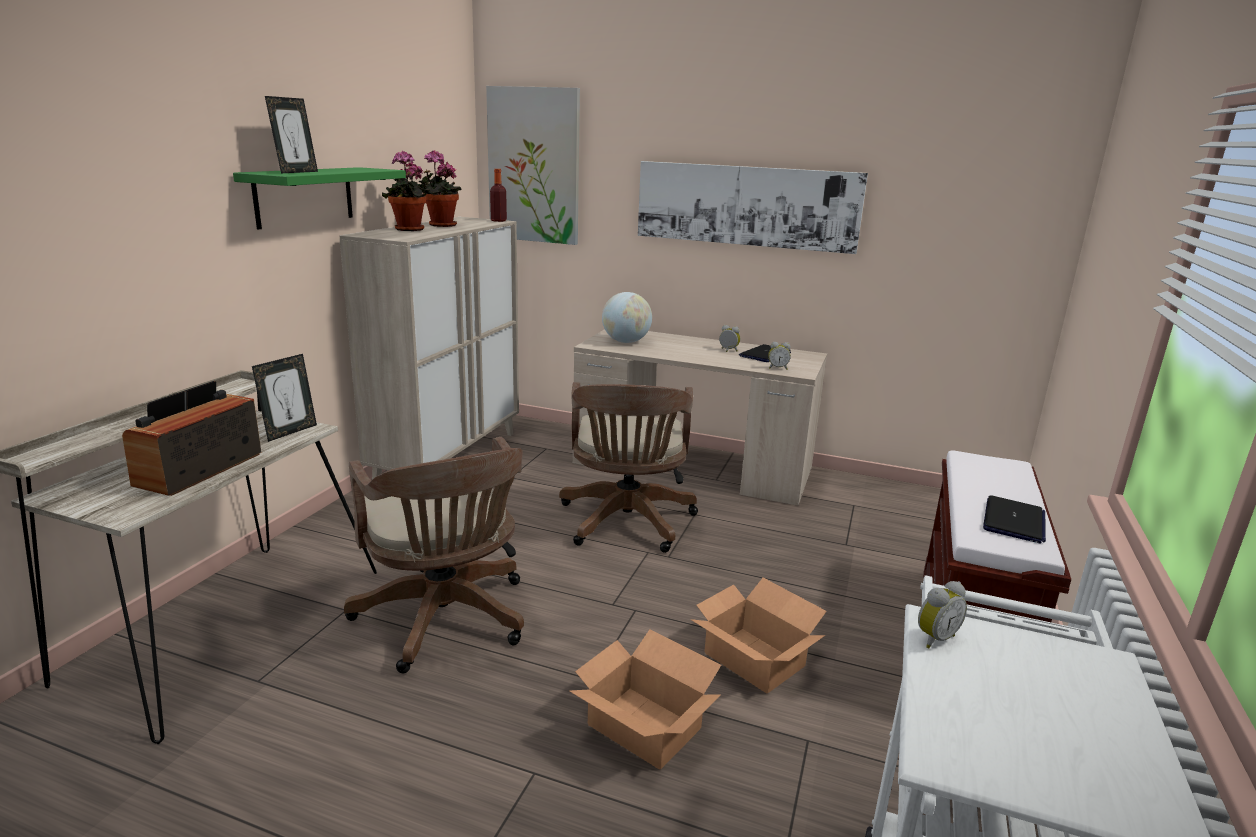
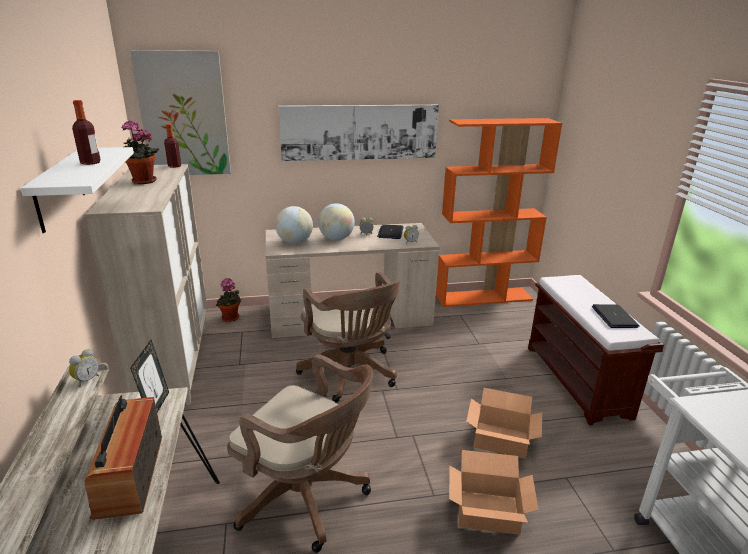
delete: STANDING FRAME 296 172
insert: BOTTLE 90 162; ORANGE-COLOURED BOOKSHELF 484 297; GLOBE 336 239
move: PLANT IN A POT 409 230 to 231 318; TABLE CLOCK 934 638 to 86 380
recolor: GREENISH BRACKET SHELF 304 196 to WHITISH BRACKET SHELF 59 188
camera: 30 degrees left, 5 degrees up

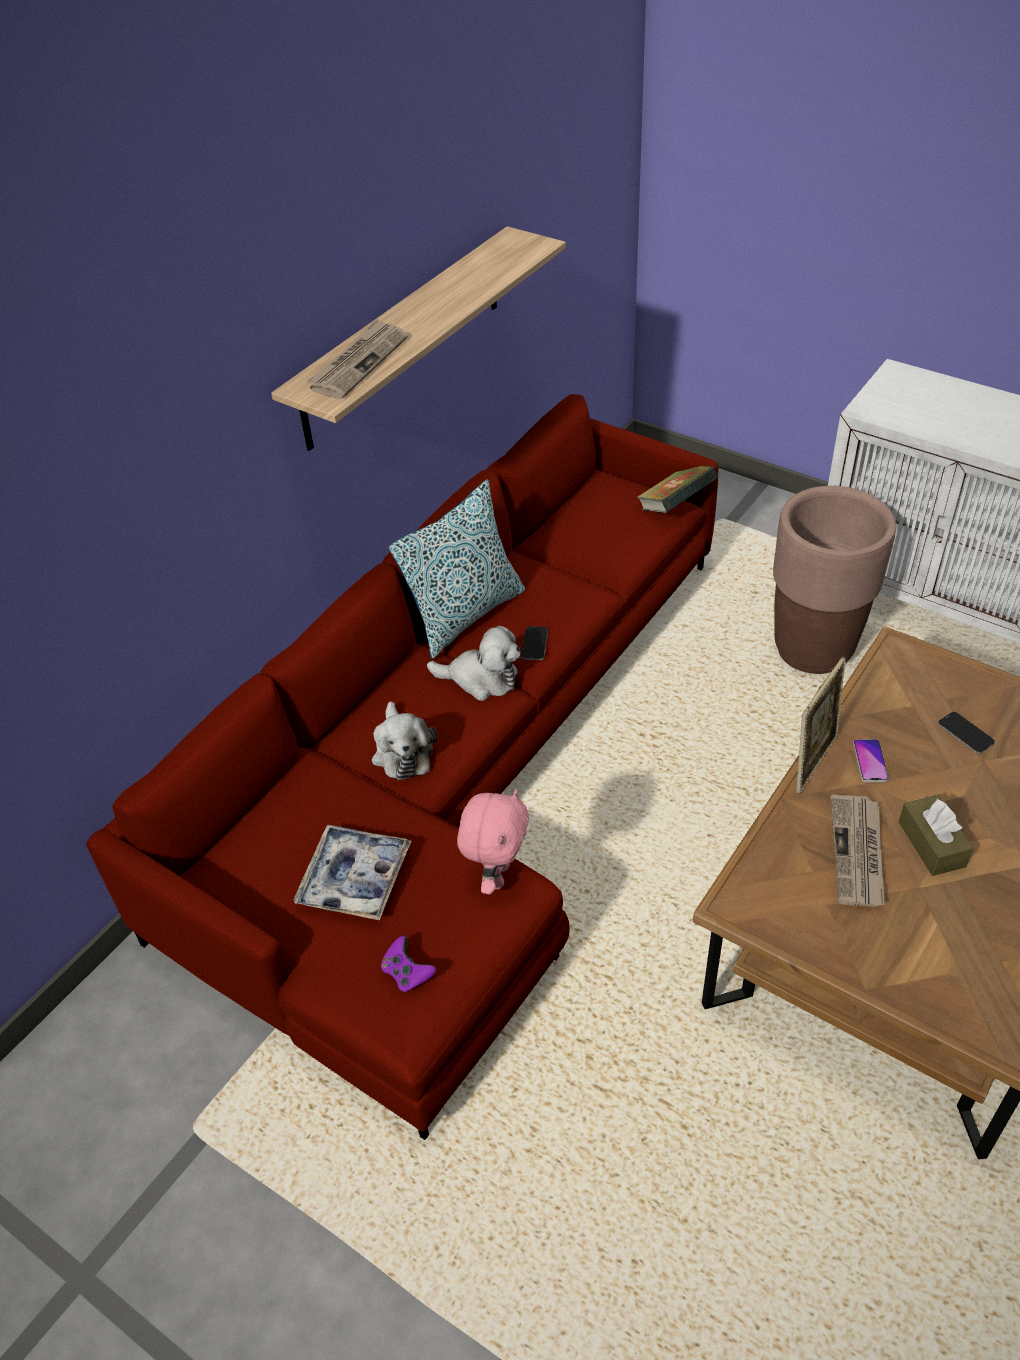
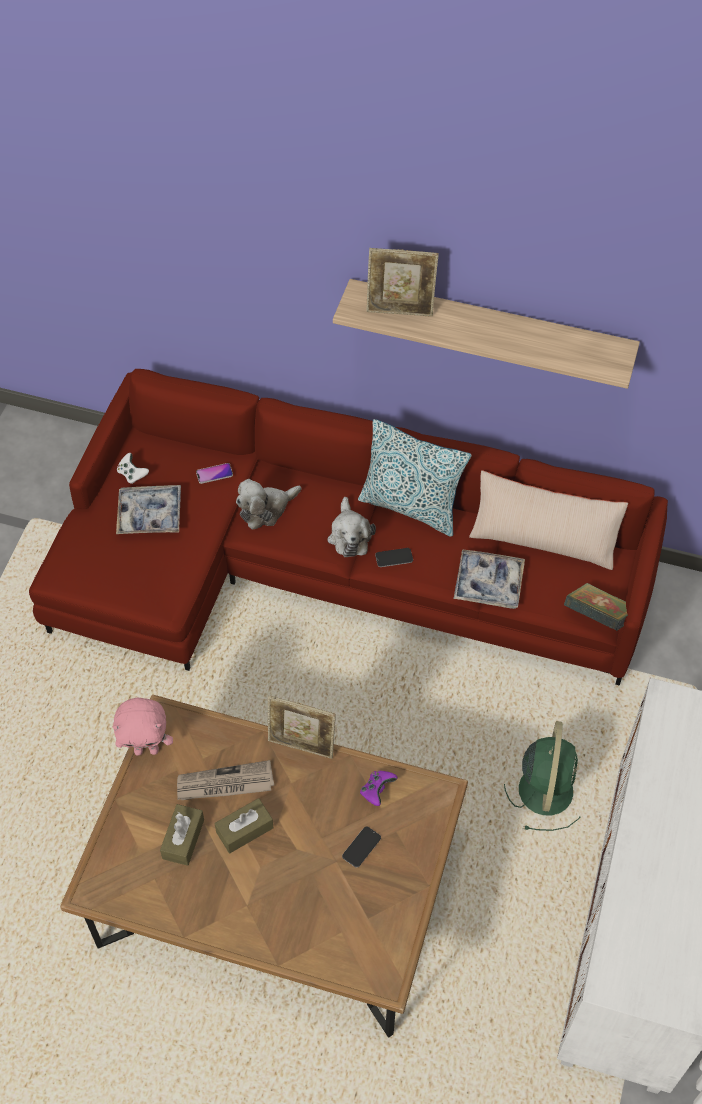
insert: WHITISH GAME CONTROLLER 132 474; BEIGE-COLOURED PILLOW 543 539; TRAY 488 583; BROWN BOX OF TISSUES 183 839
move: PHONE 870 761 to 214 474; PINK CUDDLY TOY 496 875 to 147 749; PURPLE-COLOURED GAME CONTROLLER 407 973 to 377 790
replace: PRINTED PAPER 358 362 to STANDING FRAME 400 311; BROWN FLOWER POT 812 650 to GREENISH COOLING FAN 546 788
camera: 70 degrees right, 10 degrees up

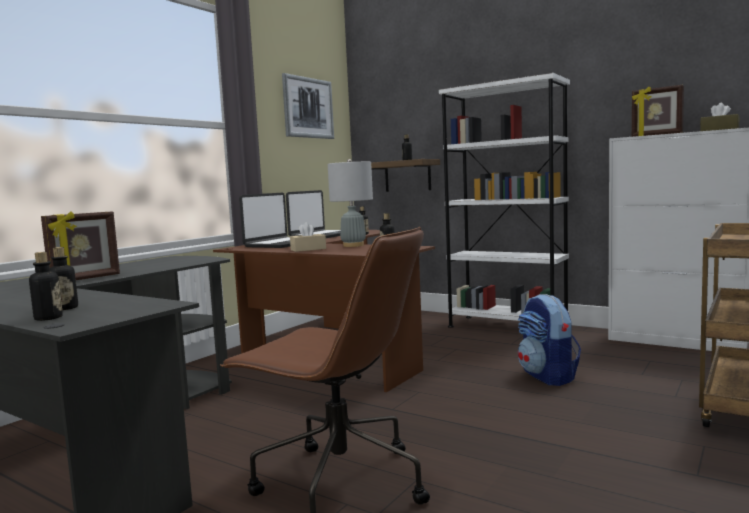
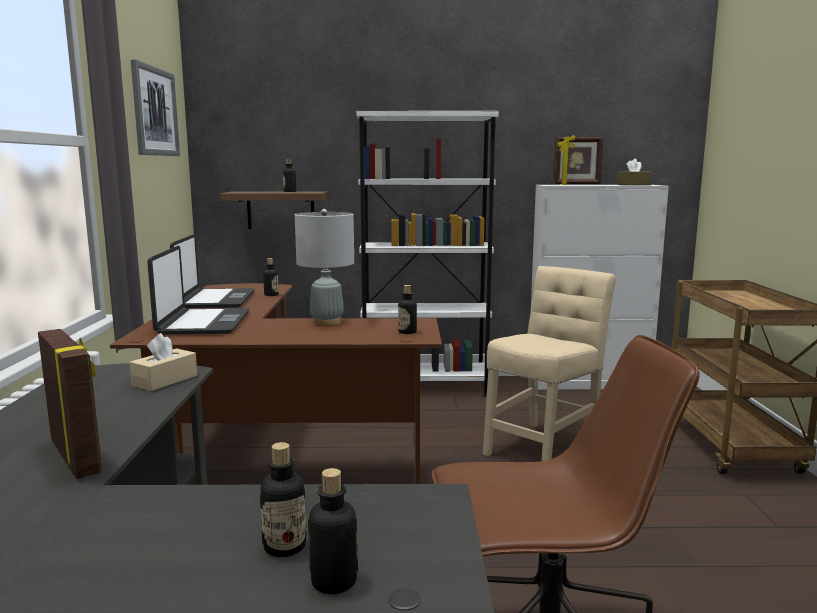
move: BEIGE-COLOURED BOX OF TISSUES 308 249 to 165 380
replace: RUCKSACK 547 377 to BEIGE-COLOURED CHAIR 544 446
rotate: STANDING FRAME 86 279 = 77 456 45 degrees counterclockwise
camera: 35 degrees left, 5 degrees up

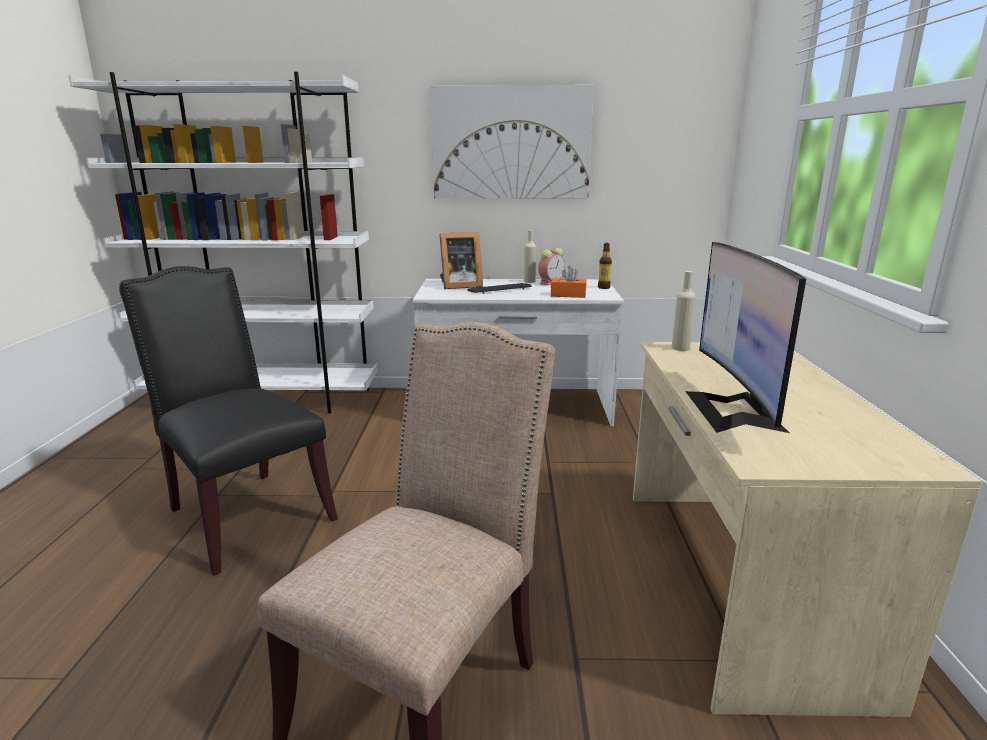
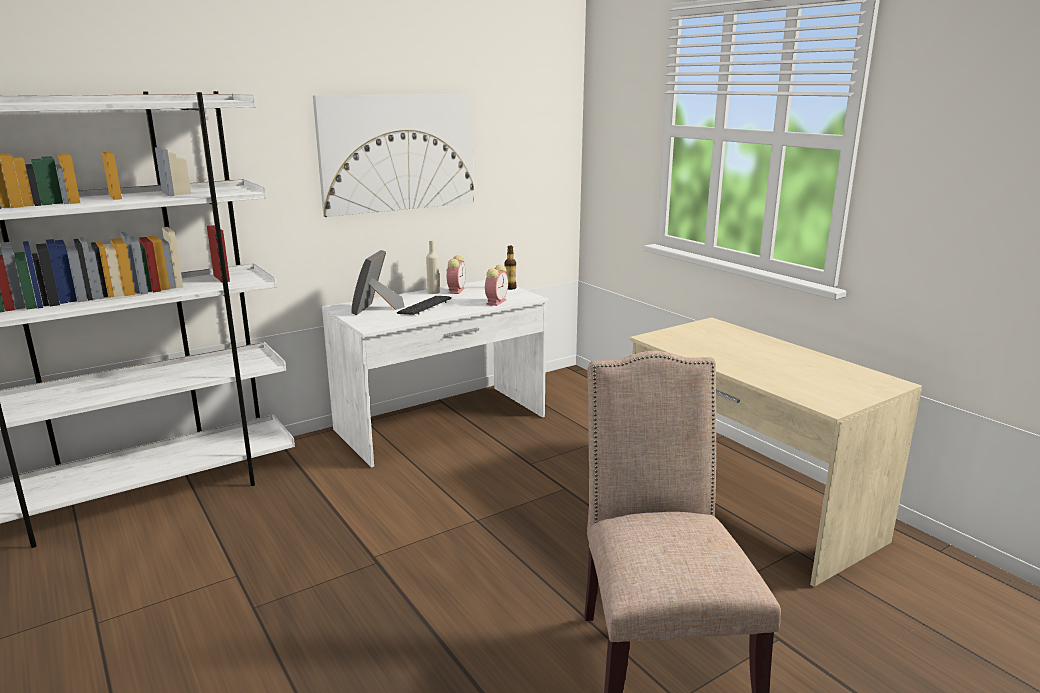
delete: COMPUTER DISPLAY 733 410; BLACK CHAIR 244 513; BEIGE-COLOURED BOTTLE 680 348
replace: ORANGE-COLOURED BOX OF TISSUES 568 295 to TABLE CLOCK 496 302
rotate: STANDING FRAME 459 286 = 376 309 150 degrees clockwise
camera: 35 degrees left, 0 degrees up

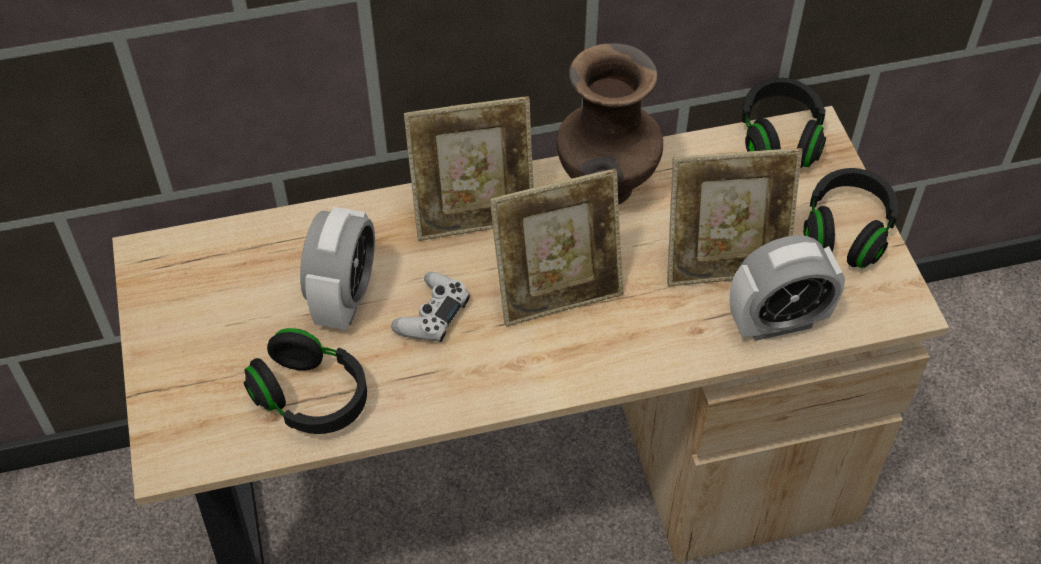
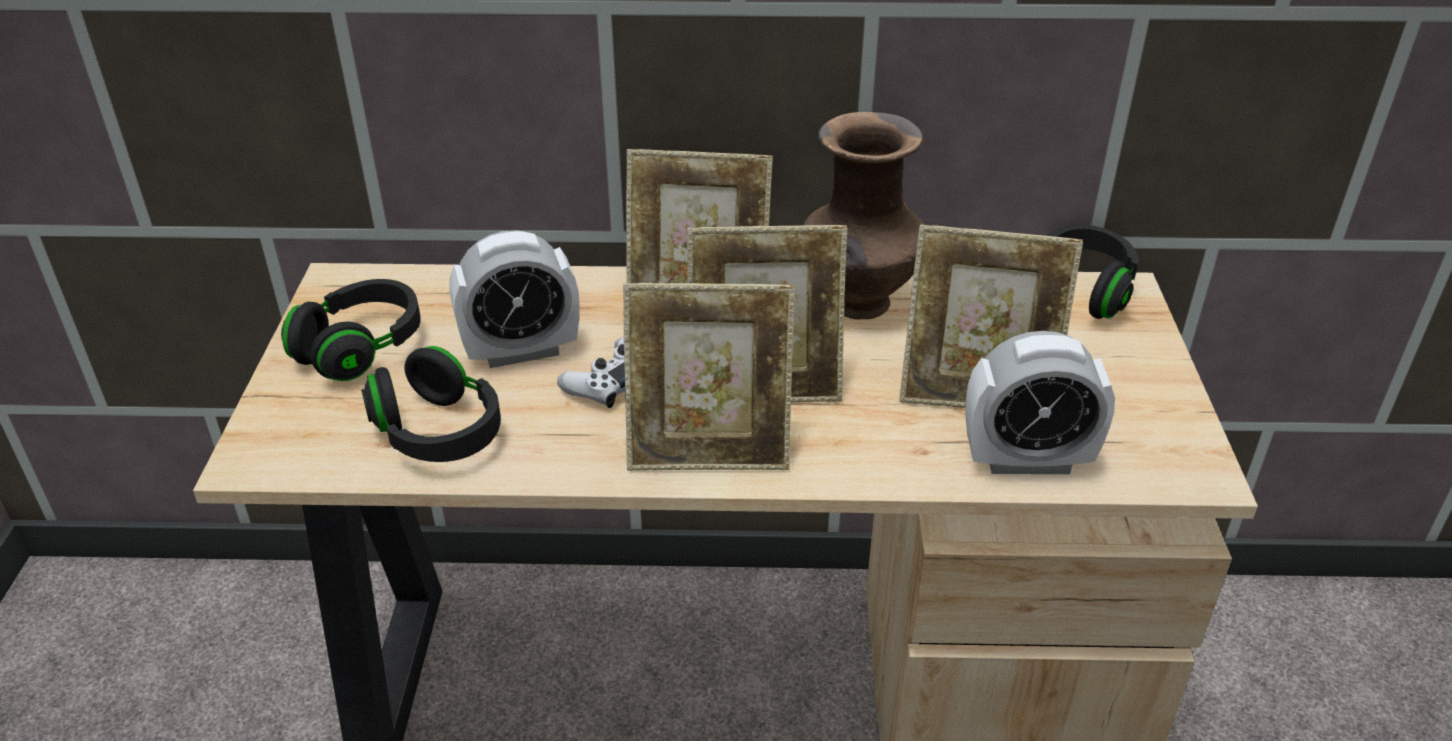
insert: STANDING FRAME 709 450
move: BLACK HEADSET 846 232 to 361 349
rotate: TABLE CLOCK 344 298 = 521 351 45 degrees clockwise
camera: 15 degrees right, 15 degrees down

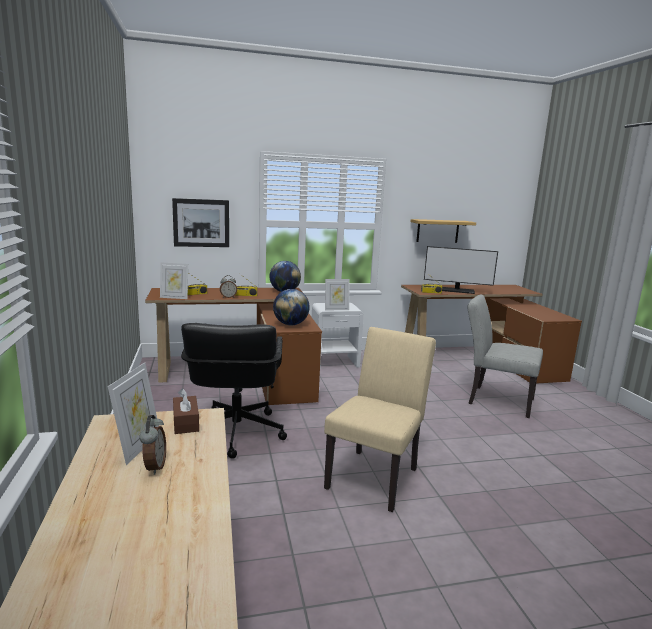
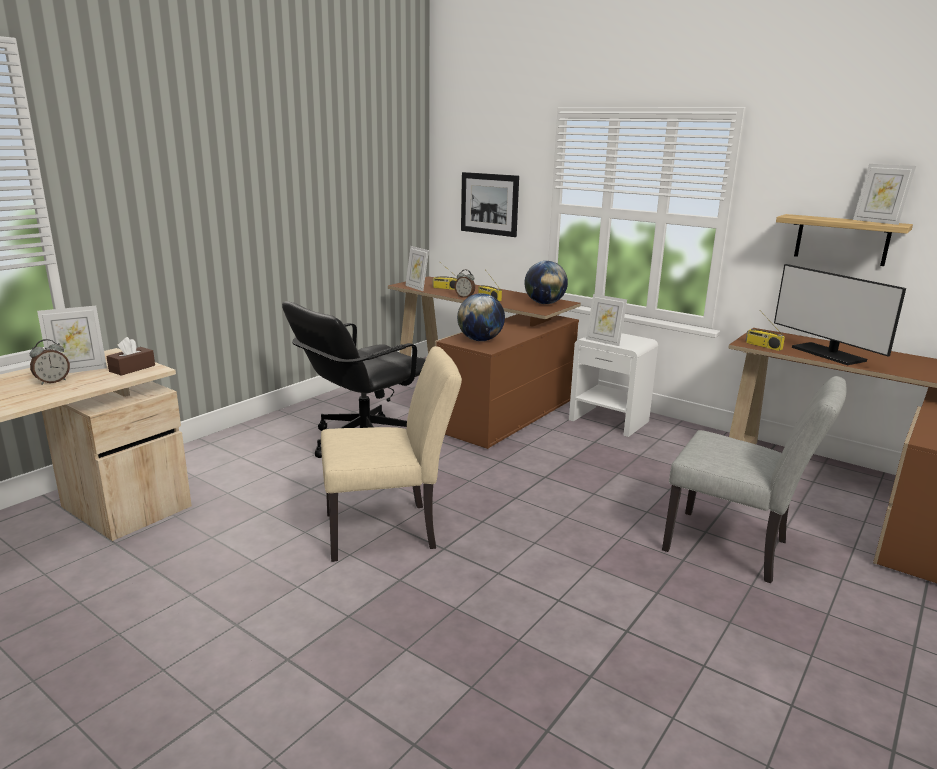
insert: STANDING FRAME 877 222
rotate: GRAY CHAIR 495 400 = 736 549 135 degrees clockwise
camera: 50 degrees right, 5 degrees up

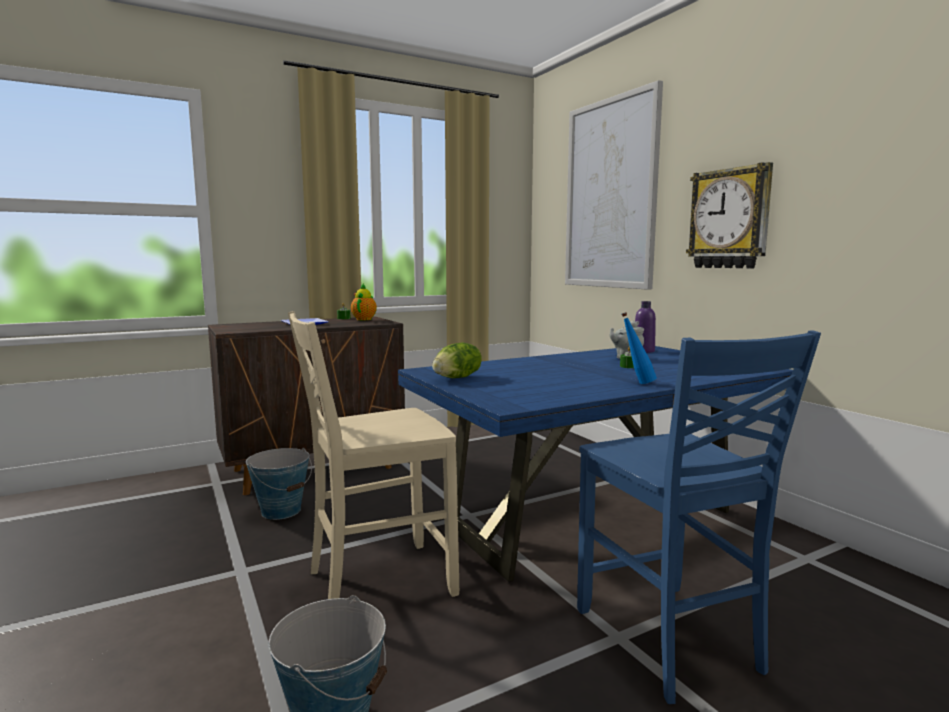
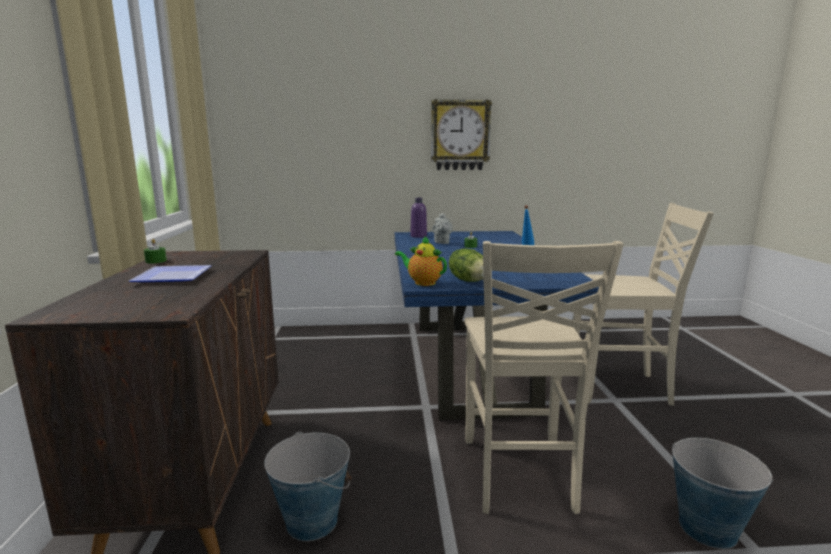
delete: WALL PICTURE 610 194
move: TEAPOT 364 319 to 422 282
recolor: BLUE-COLOURED CHAIR 669 641 to BEIGE-COLOURED CHAIR 620 388
camera: 65 degrees left, 5 degrees up

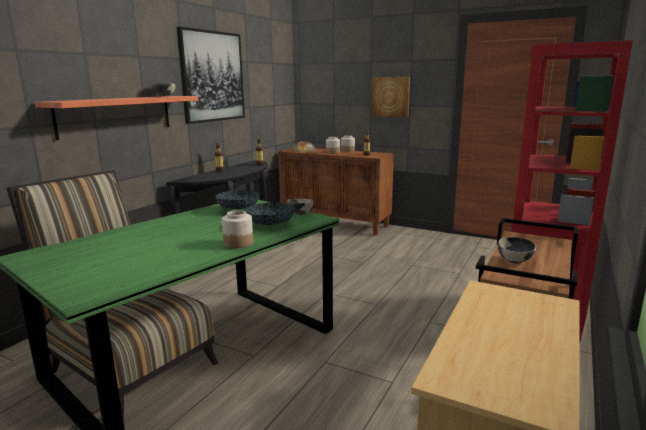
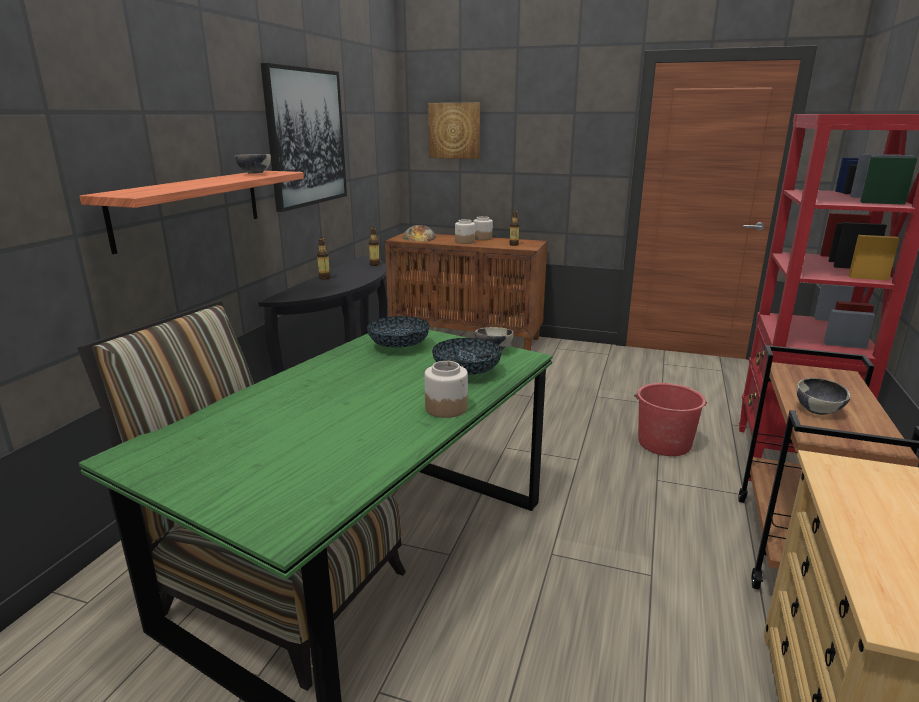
insert: RED WATER BUCKET 664 443
move: WALL PICTURE 390 97 to 454 130
camera: 10 degrees left, 5 degrees up

